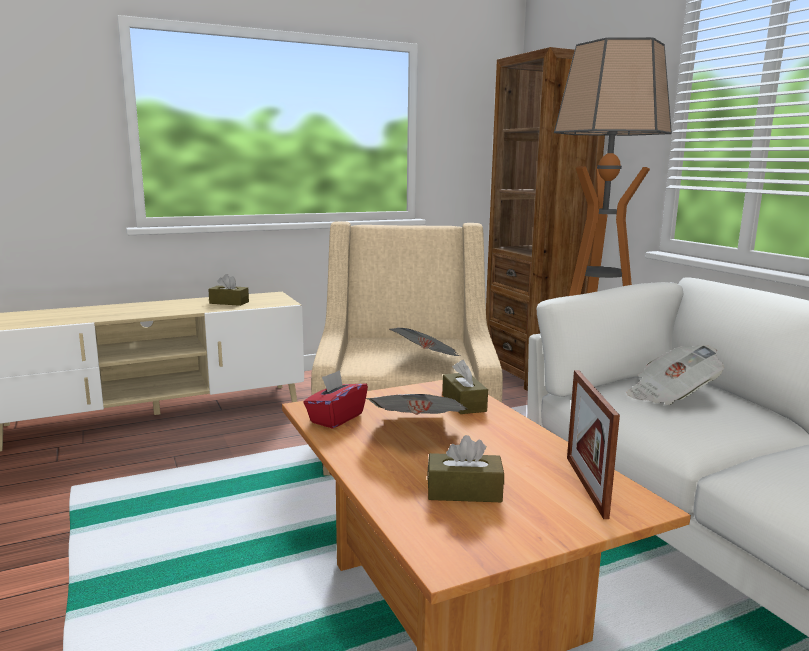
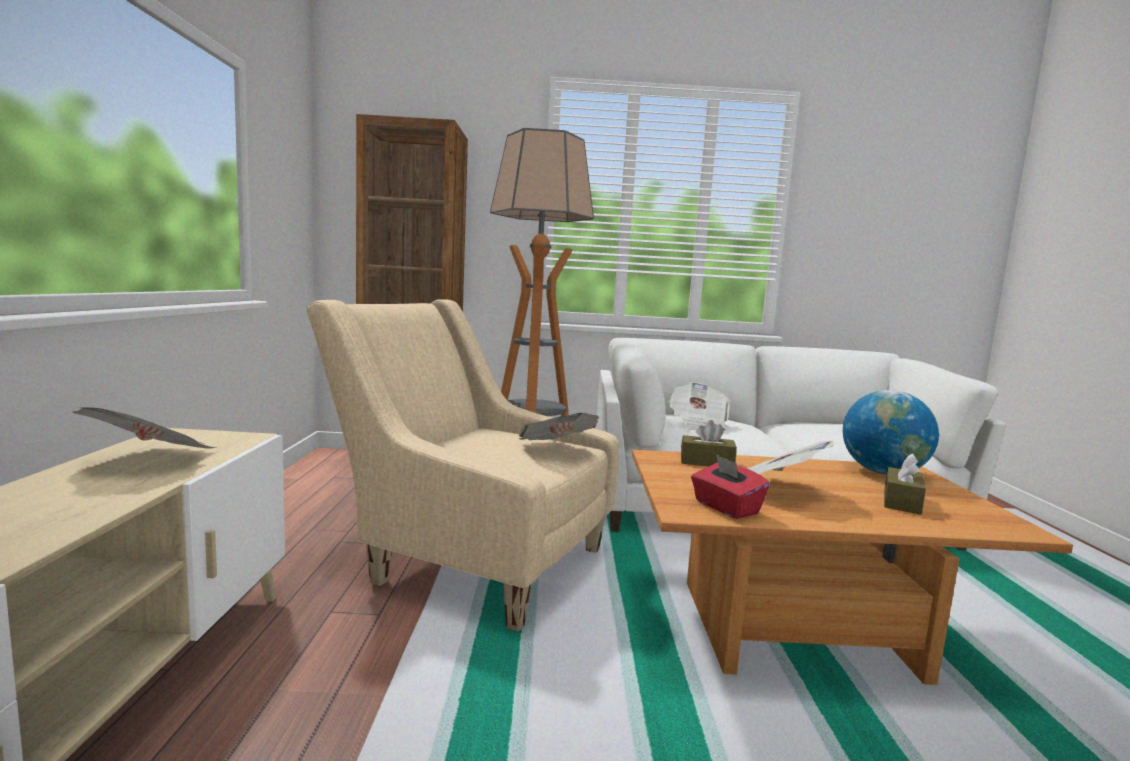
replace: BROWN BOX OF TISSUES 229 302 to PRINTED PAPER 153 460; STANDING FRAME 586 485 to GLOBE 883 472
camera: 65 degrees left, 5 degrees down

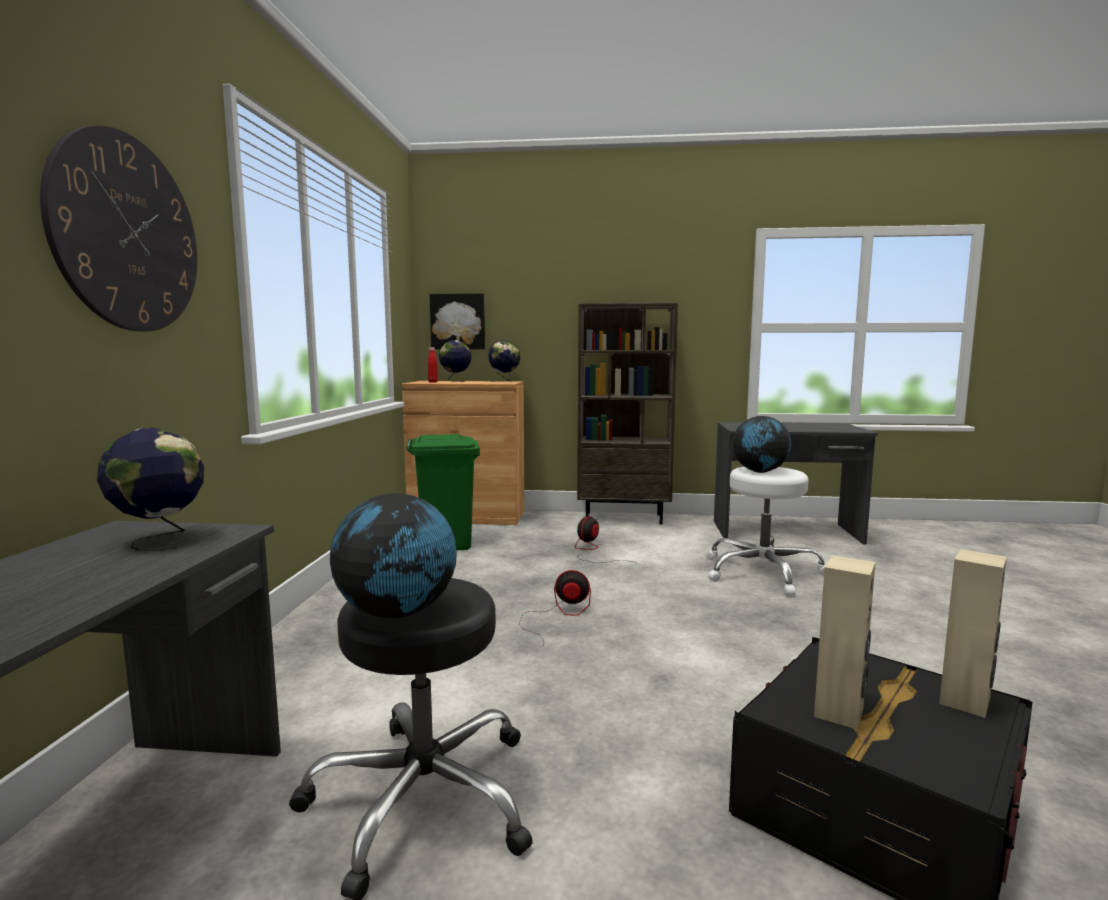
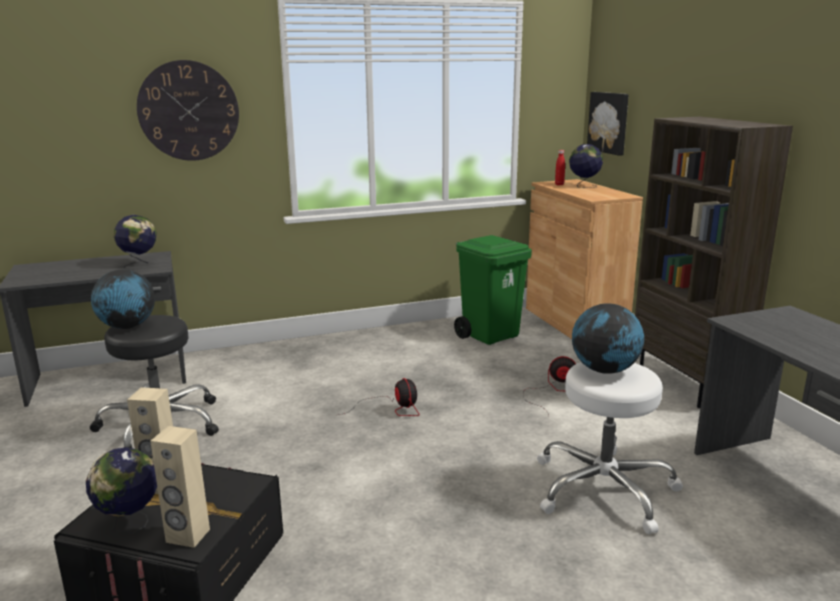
move: GLOBE 504 381 to 130 525
camera: 65 degrees right, 10 degrees up

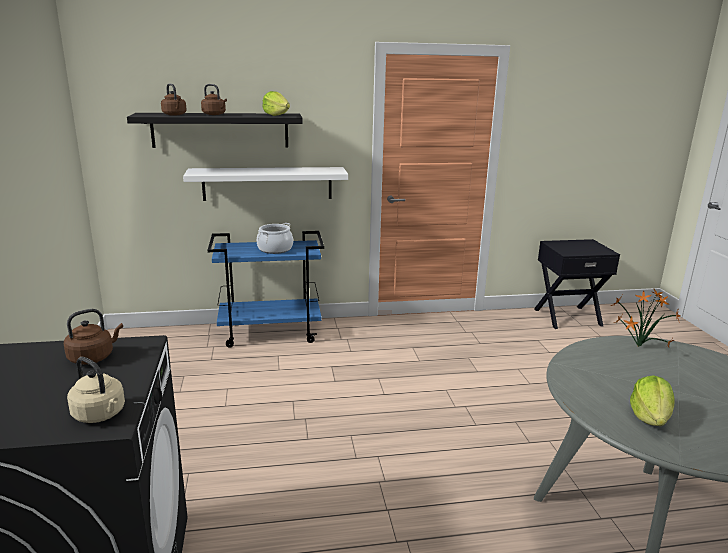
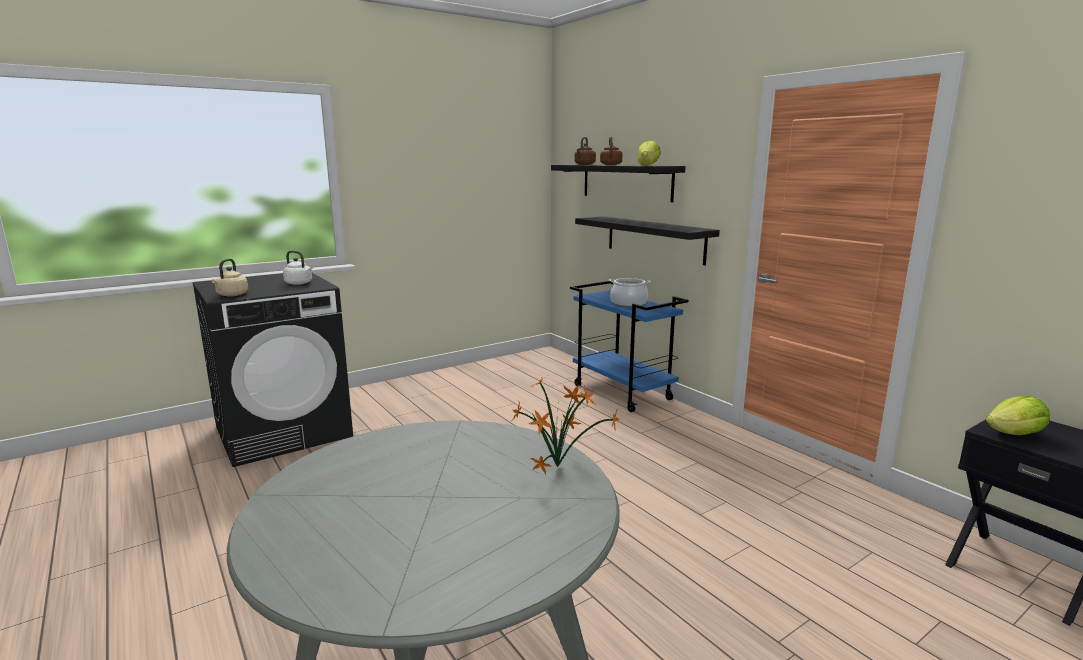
move: LETTUCE HEAD 650 418 to 1015 434
recolor: WHITISH BRACKET SHELF 267 183 to BLACK BRACKET SHELF 654 239; BROWN WATER KETTLE 93 357 to WHITISH WATER KETTLE 300 283
camera: 65 degrees right, 5 degrees down

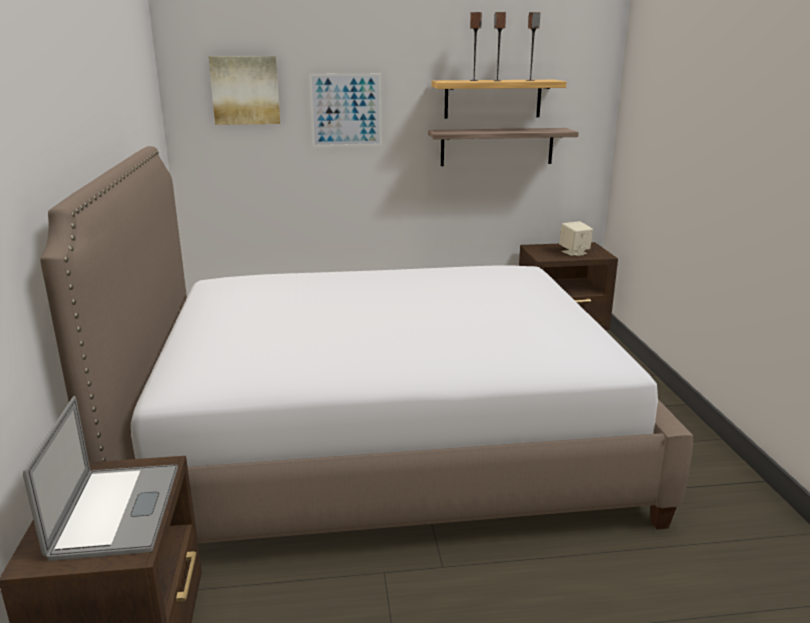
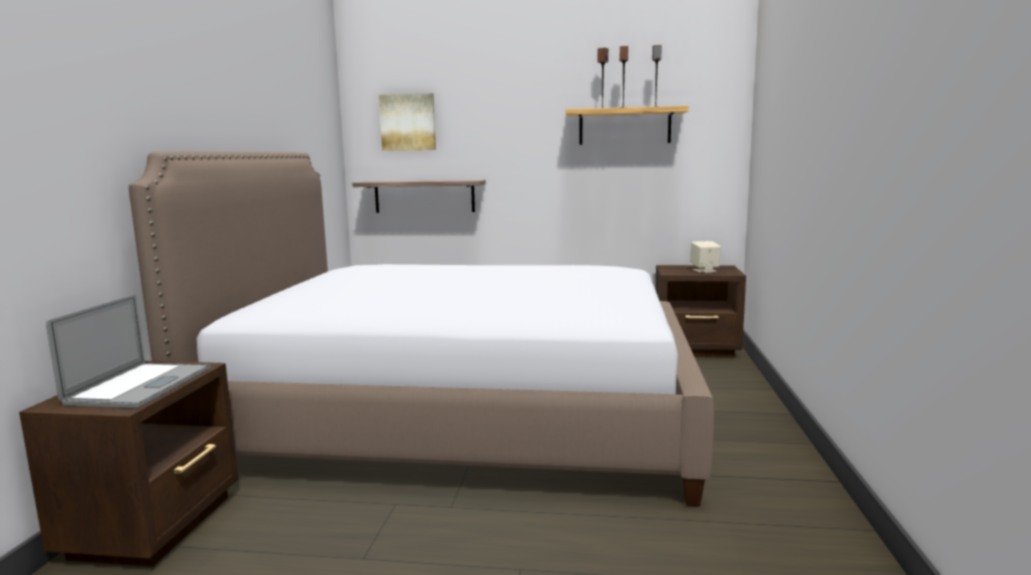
delete: WALL PICTURE 346 110
move: BRACKET SHELF 497 146 to 424 196
camera: 15 degrees right, 10 degrees down

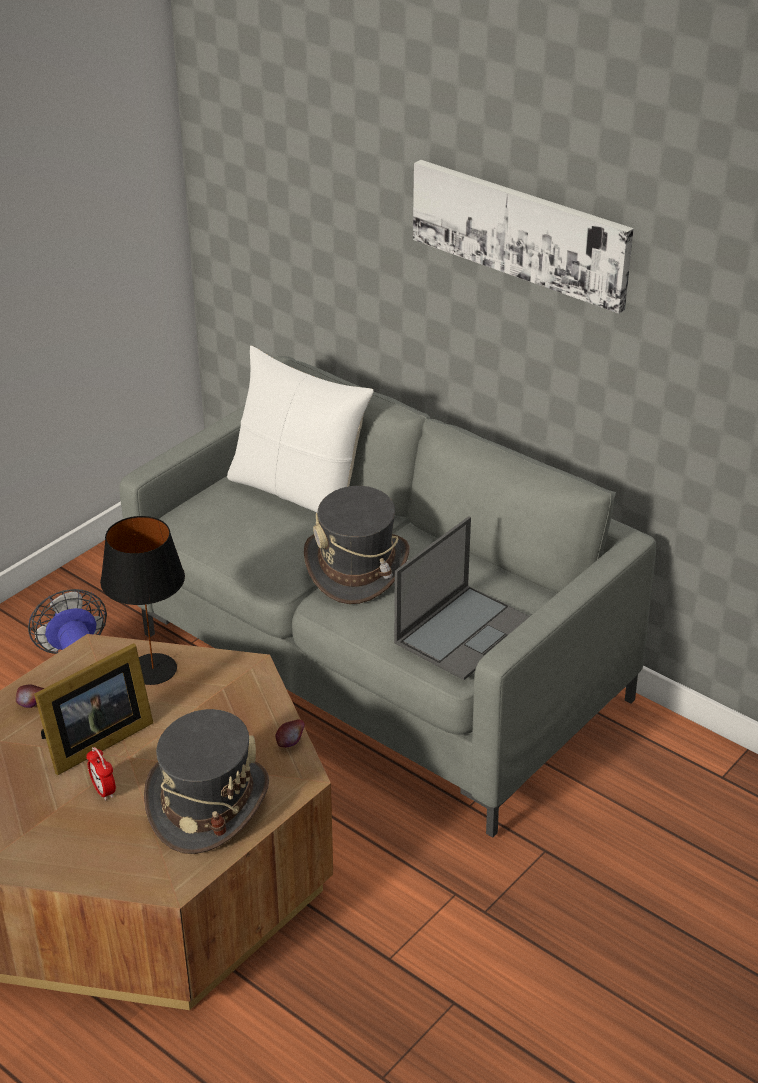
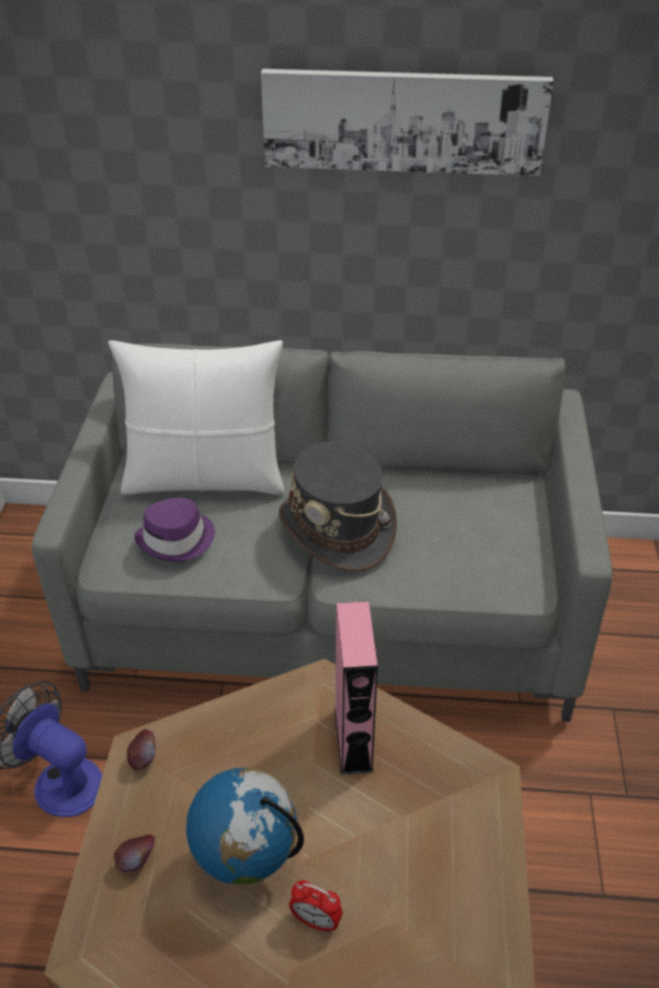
delete: BLACK TABLE LAMP 153 670; PORTABLE COMPUTER 464 631; GRAY HAT 208 803
insert: PURPLE-COLOURED HAT 177 539; PINK AUDIO SPEAKER 353 739
move: APPLE FRUIT 290 743 to 143 759
replace: STANDING FRAME 93 742 to GLOBE 246 865
camera: 35 degrees left, 5 degrees up

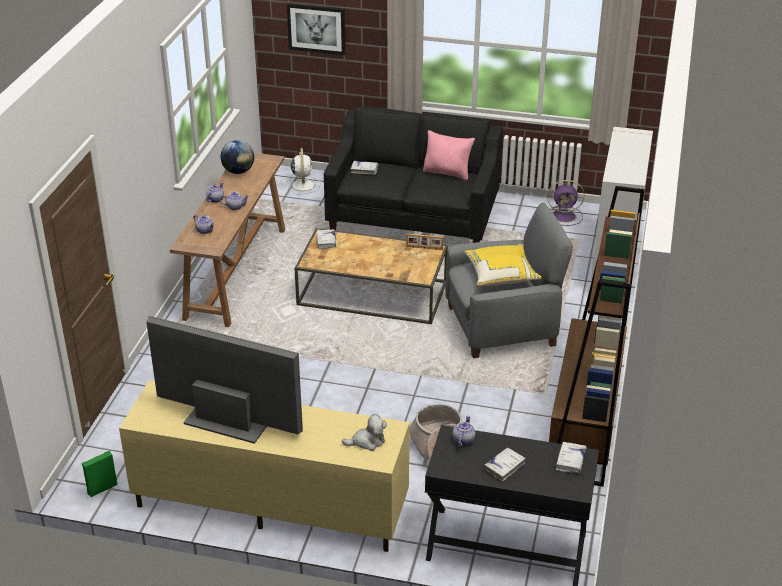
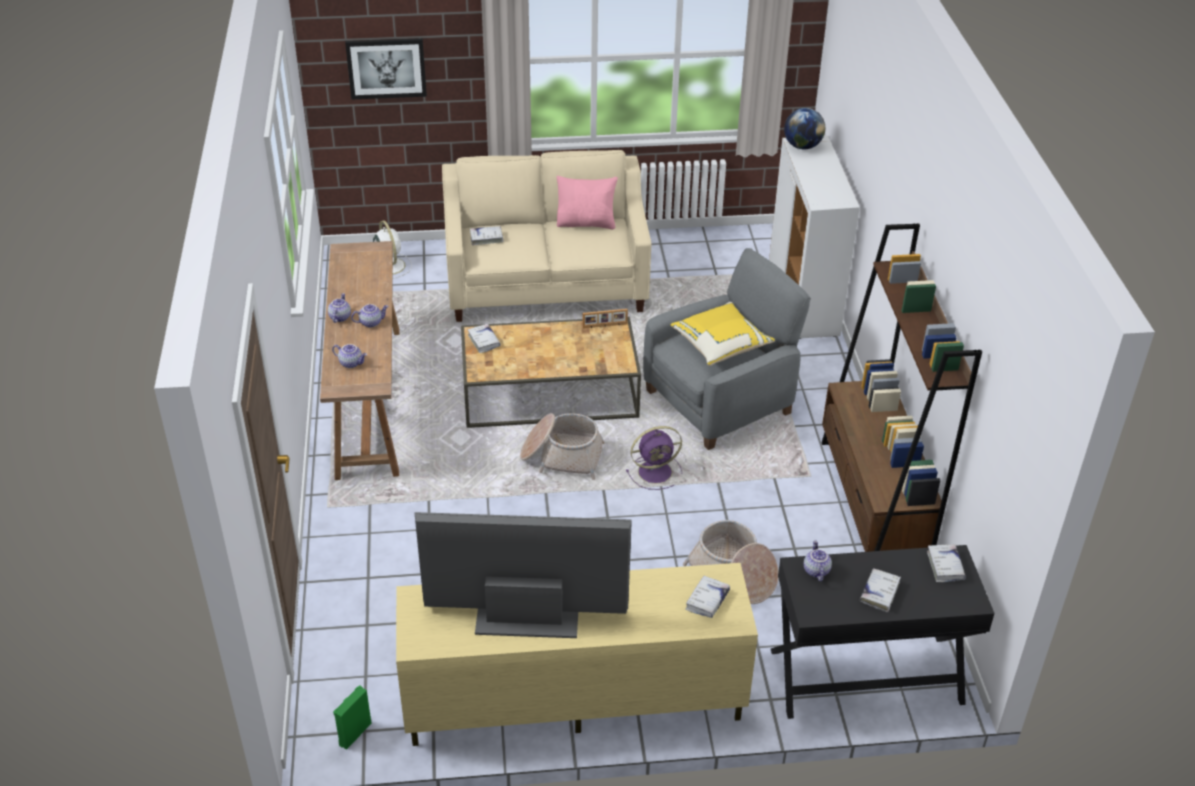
insert: STORAGE BASKET 561 456
move: GLOBE 238 171 to 802 146; PURPLE-COLOURED COOLING FAN 565 216 to 656 472
replace: CUDDLY TOY 367 441 to WHITISH BOUND BOOK 707 600
recolor: BLACK SOFA 413 217 to BEIGE-COLOURED SOFA 545 282
camera: 20 degrees left, 5 degrees up

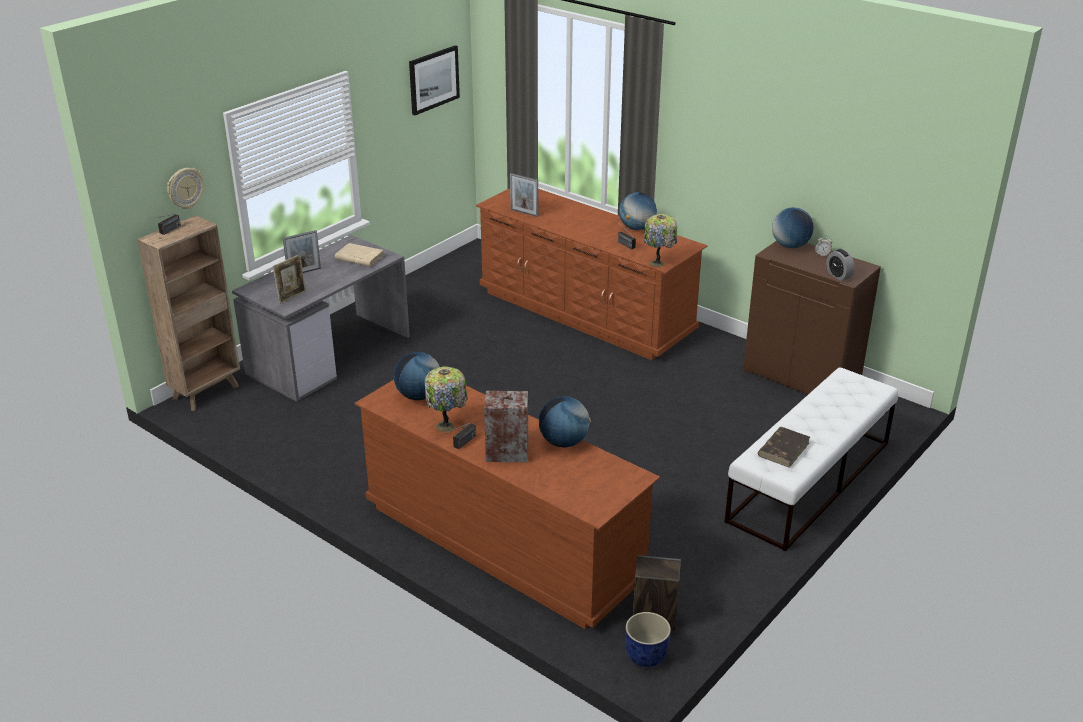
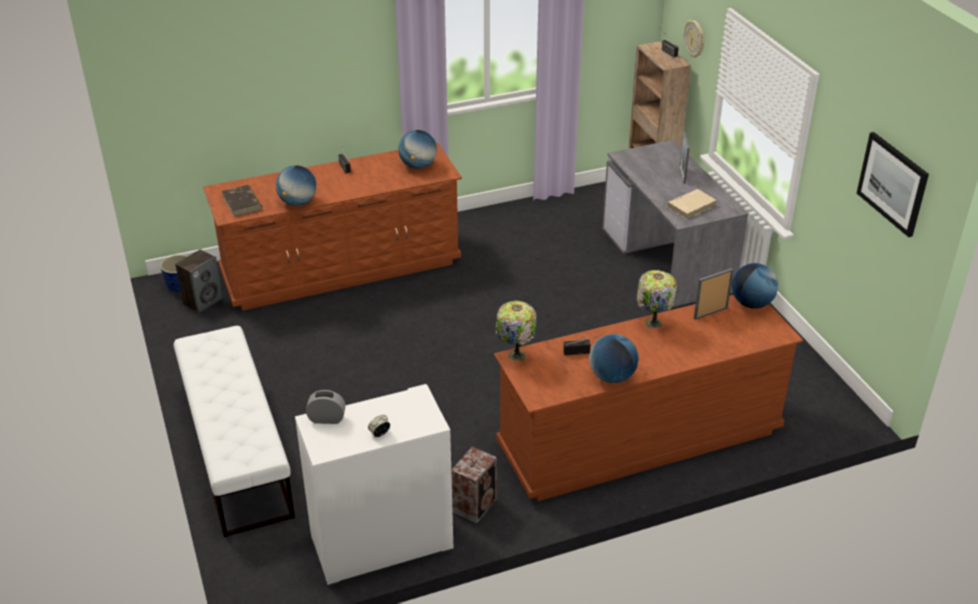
delete: STANDING FRAME 292 296
move: GLOBE 790 246 to 751 303; TABLE LAMP 447 426 to 652 324; AUDIO SPEAKER 505 452 to 475 505; BROWN BOUND BOOK 783 449 to 242 203
recolor: BROWN CABINET 802 377 to WHITISH CABINET 381 544
camera: 120 degrees right, 5 degrees up

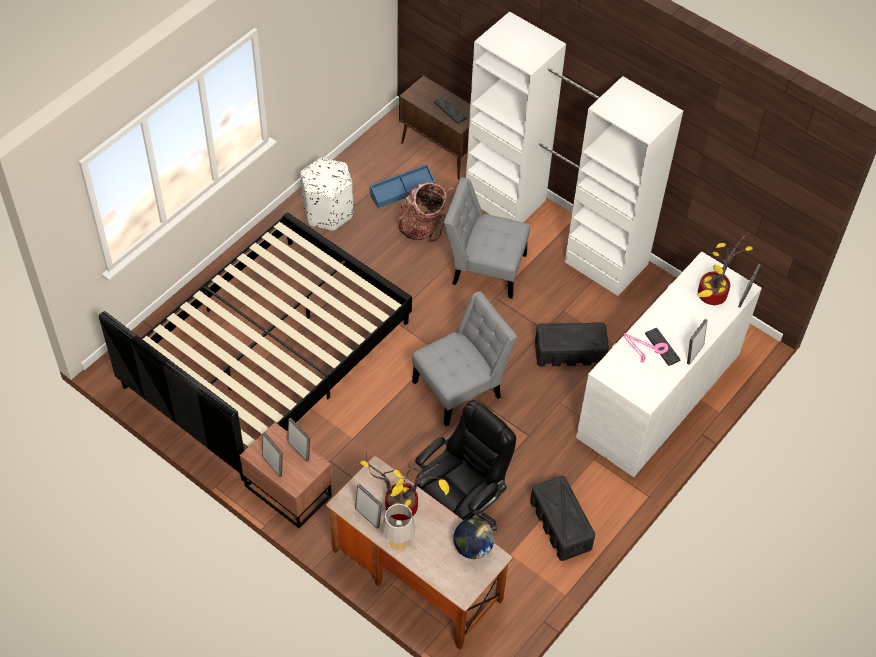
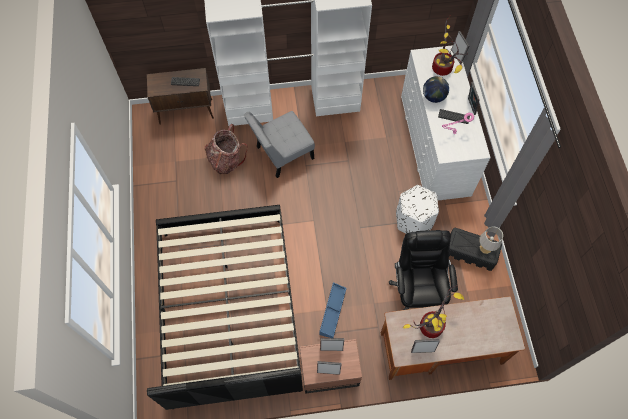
delete: GRAY CHAIR 461 387; BLACK STORAGE CONTAINER 569 352
move: WHITISH POUFFE 328 212 to 414 220; BLUE-COLOURED STORAGE CONTAINER 402 190 to 332 311; GRAY TABLE LAMP 399 541 to 485 247; GLOBE 472 547 to 433 97
camera: 45 degrees left, 10 degrees up

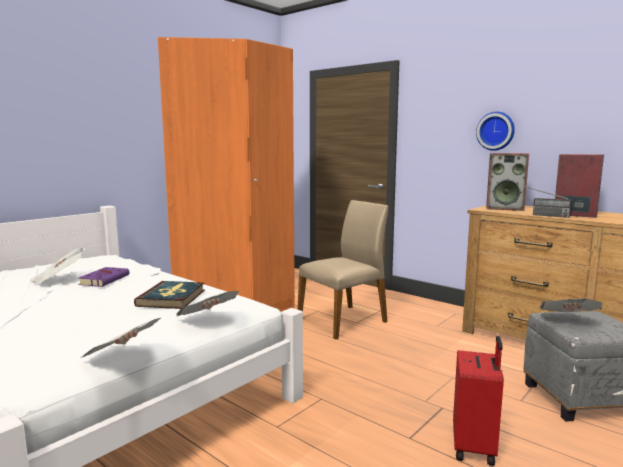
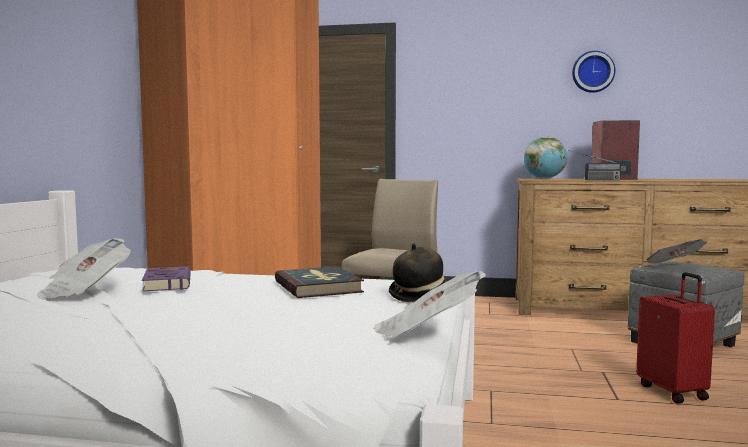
move: WALL CLOCK 496 131 to 592 72
replace: AUDIO SPEAKER 505 208 to GLOBE 544 178; PRINTED PAPER 207 320 to HAT 420 296
camera: 30 degrees left, 5 degrees down

